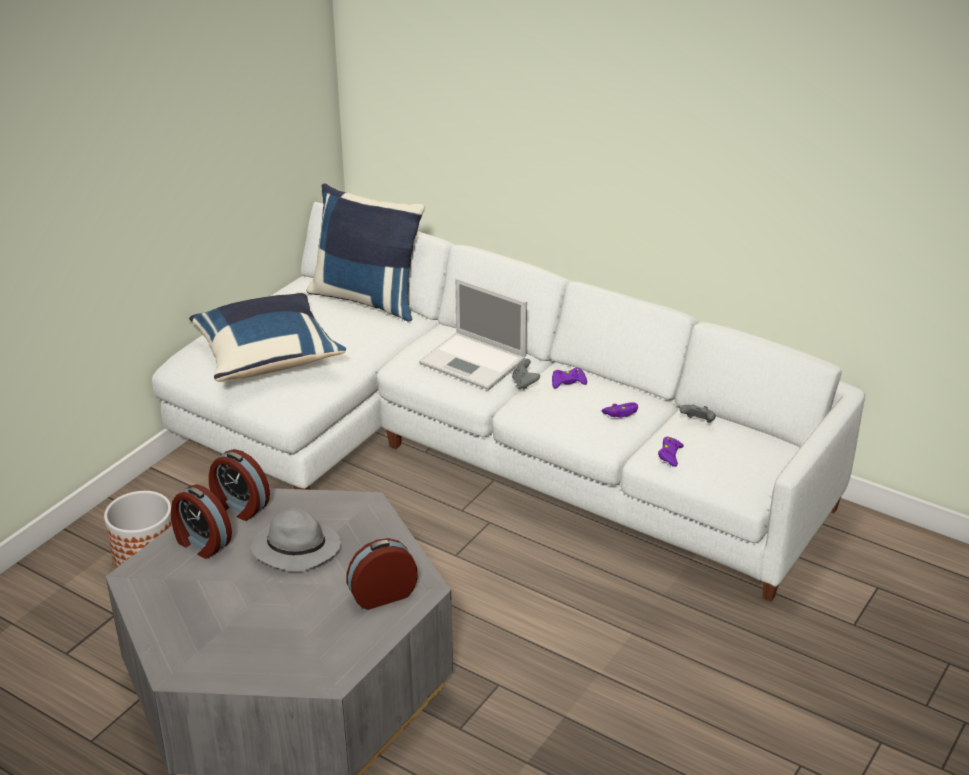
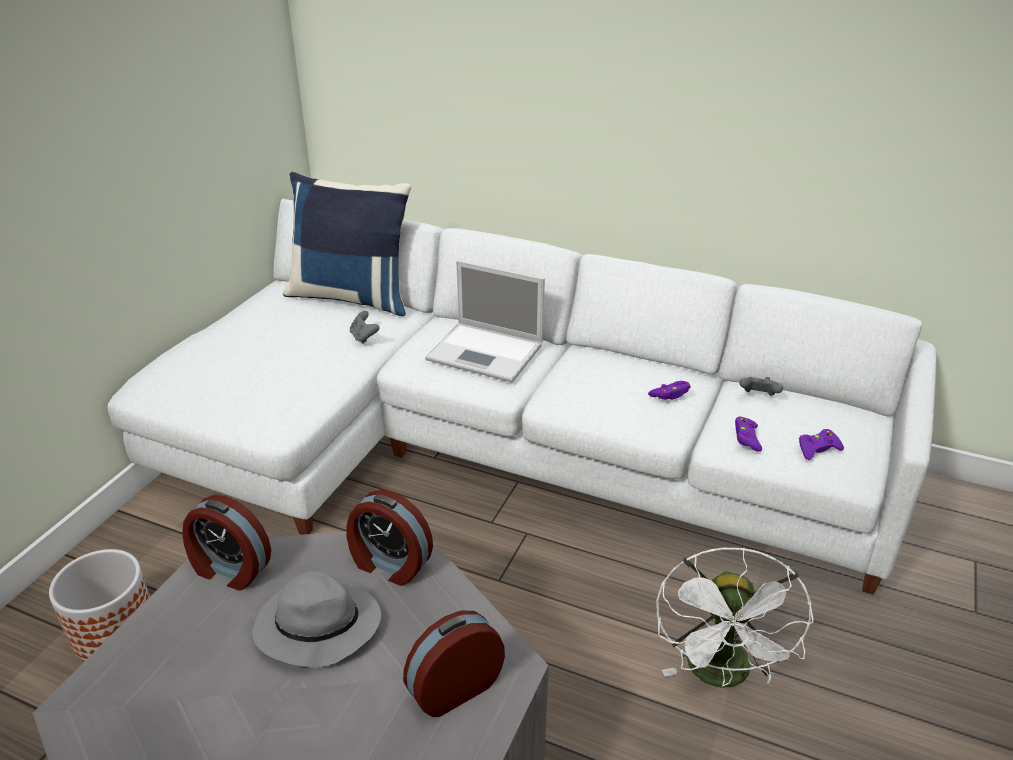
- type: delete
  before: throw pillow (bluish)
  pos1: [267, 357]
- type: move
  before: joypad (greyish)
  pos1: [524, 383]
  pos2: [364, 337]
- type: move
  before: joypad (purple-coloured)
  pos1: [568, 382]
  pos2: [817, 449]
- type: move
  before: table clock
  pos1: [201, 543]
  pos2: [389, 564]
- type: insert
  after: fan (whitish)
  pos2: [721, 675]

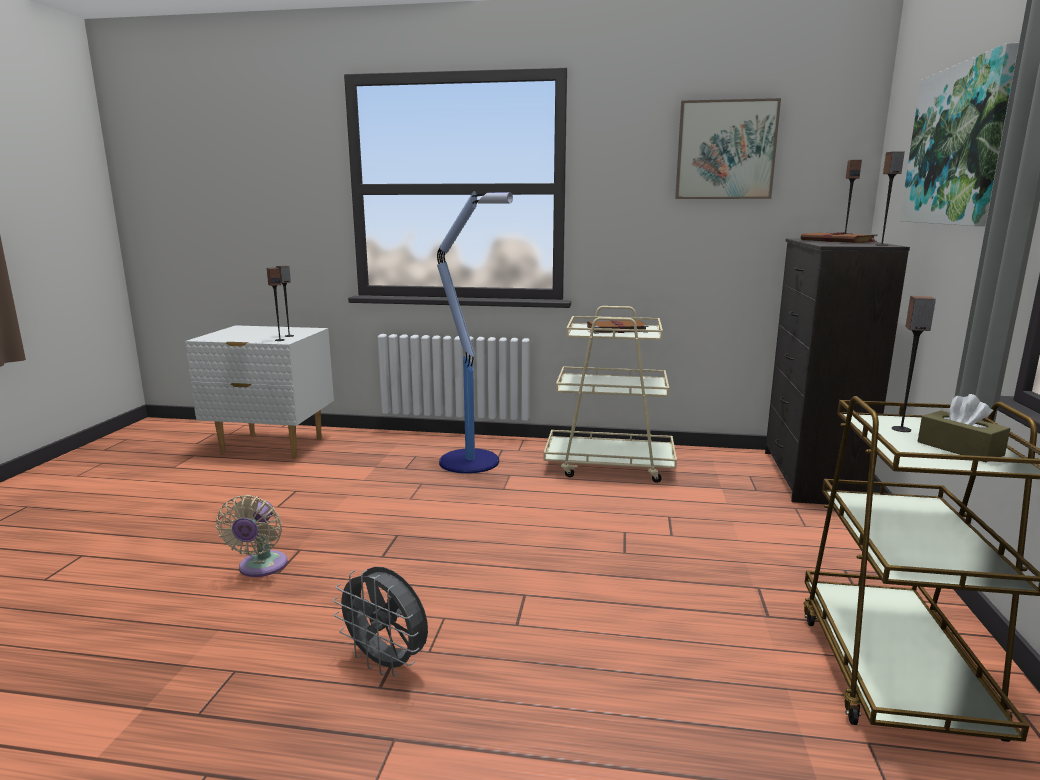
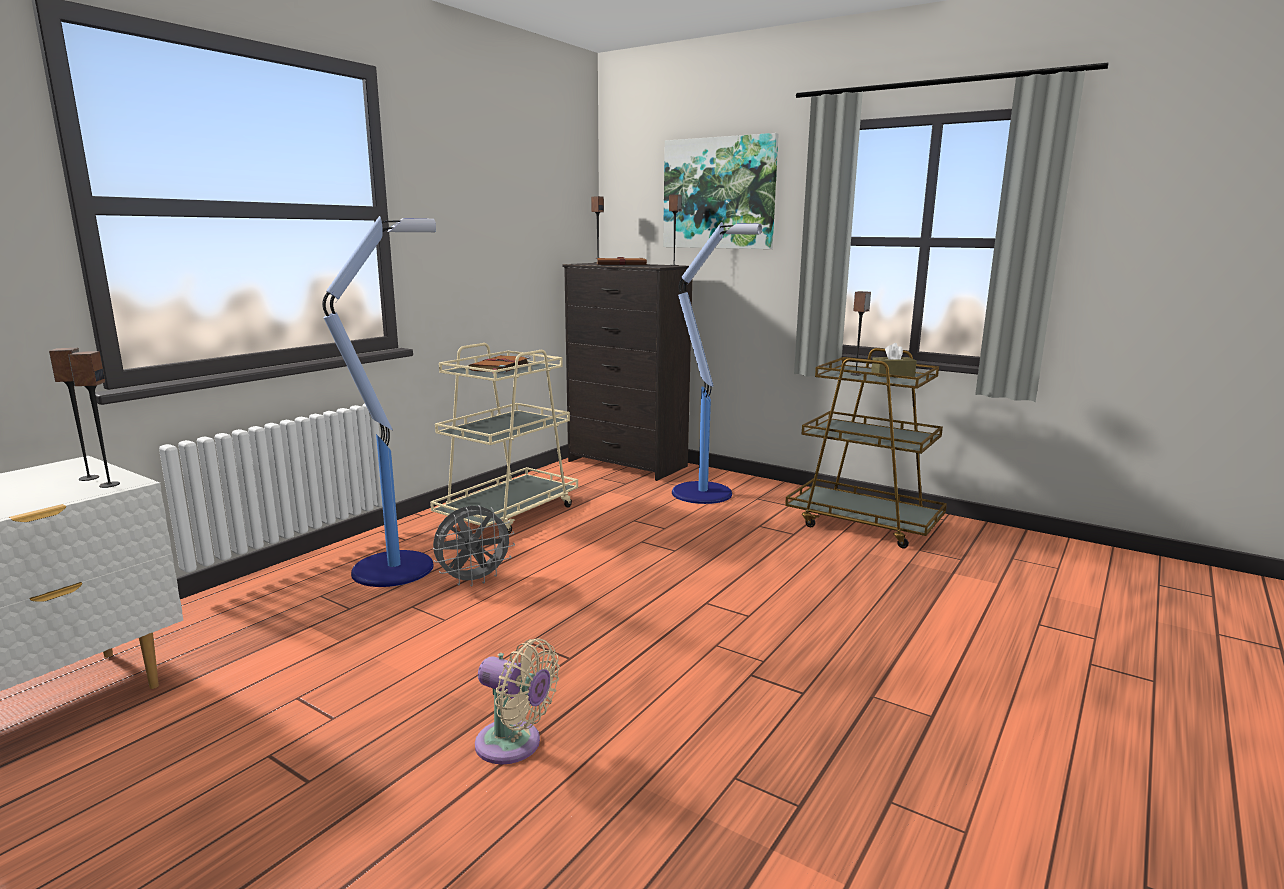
- type: delete
  before: picture
  pos1: [725, 150]
- type: move
  before: fan (greyish)
  pos1: [387, 663]
  pos2: [474, 580]
- type: insert
  after: standing lamp
  pos2: [704, 494]

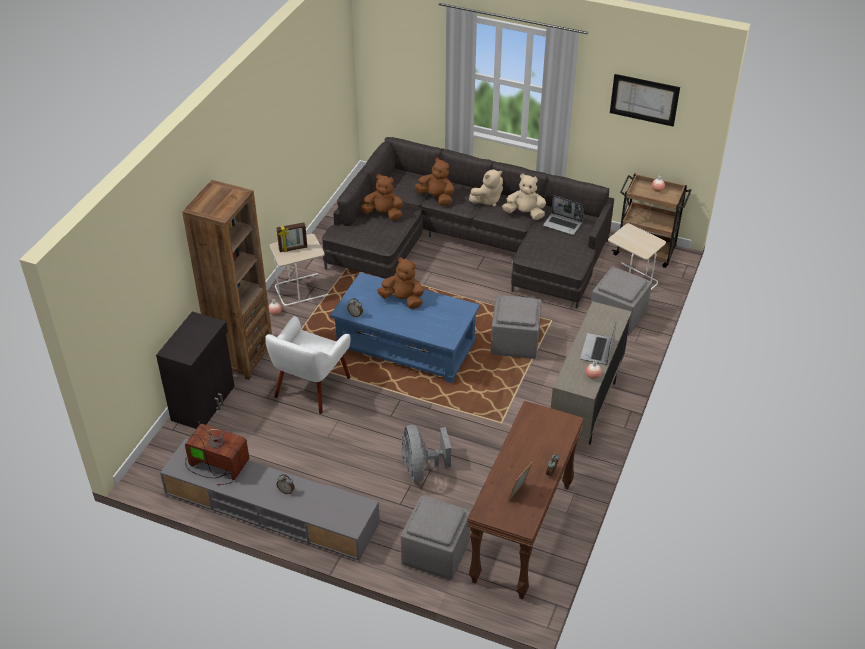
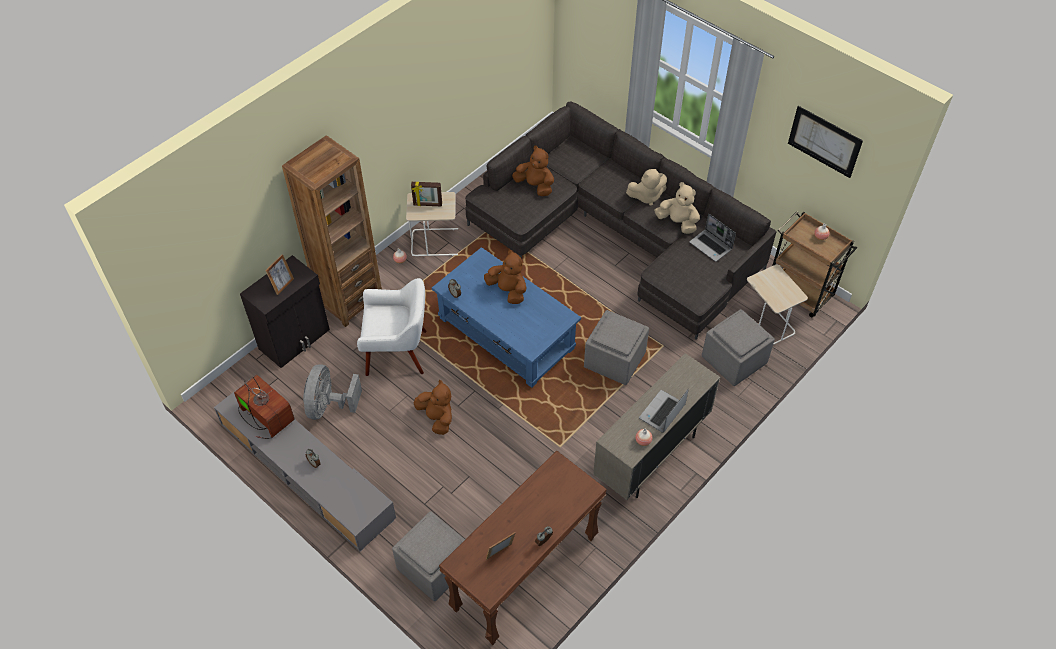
- type: move
  before: plush toy (brown-coloured)
  pos1: [436, 197]
  pos2: [437, 418]
- type: rotate
  before: lounge chair (whitish)
  pos1: [311, 387]
  pos2: [398, 352]
  turn: -135
- type: move
  before: fan (greyish)
  pos1: [421, 469]
  pos2: [329, 406]
- type: insert
  after: photo frame
  pos2: [283, 285]

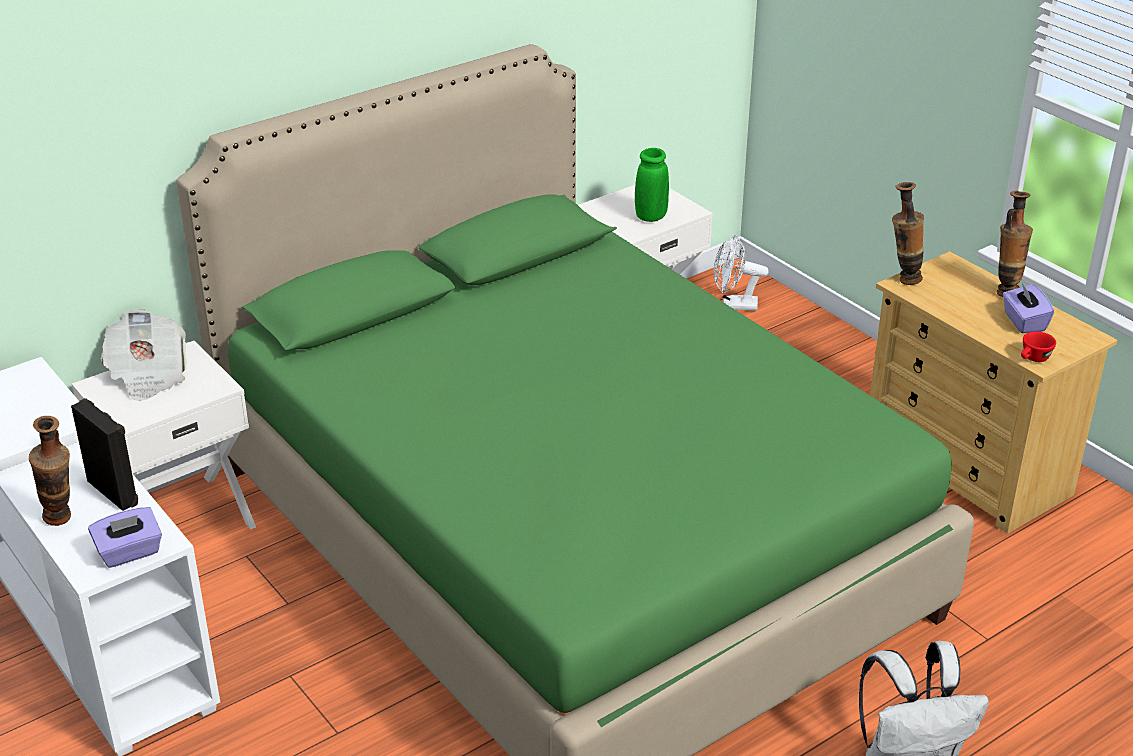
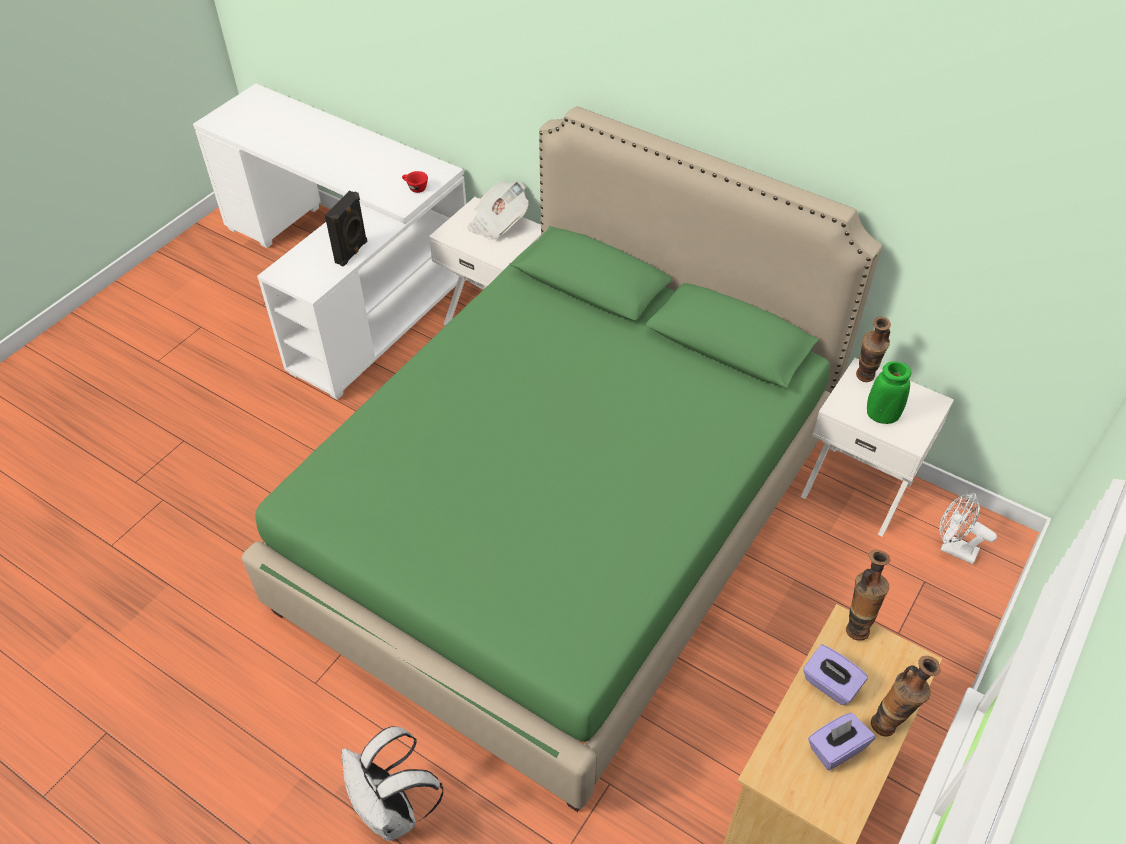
- type: rotate
  before: fan (whitish)
  pos1: [733, 305]
  pos2: [952, 548]
  turn: -45
- type: move
  before: cup (red)
  pos1: [1033, 359]
  pos2: [415, 188]
- type: move
  before: decorative vase
  pos1: [62, 522]
  pos2: [863, 380]
- type: move
  before: tissue box (purple-coloured)
  pos1: [129, 553]
  pos2: [830, 684]

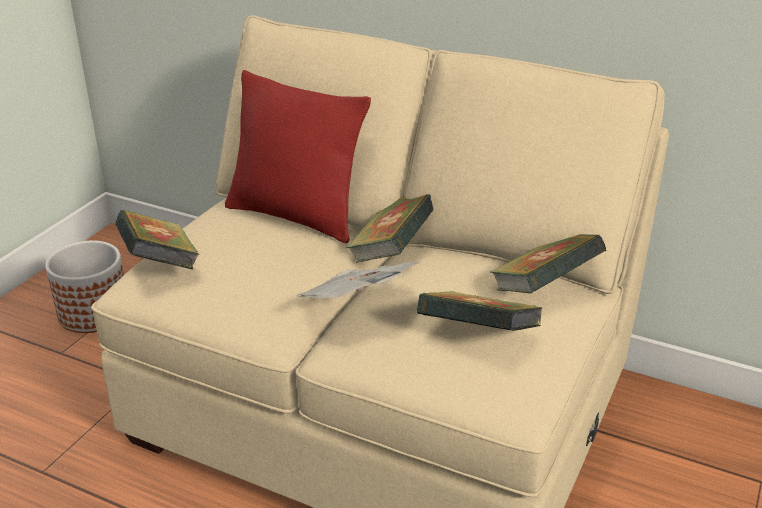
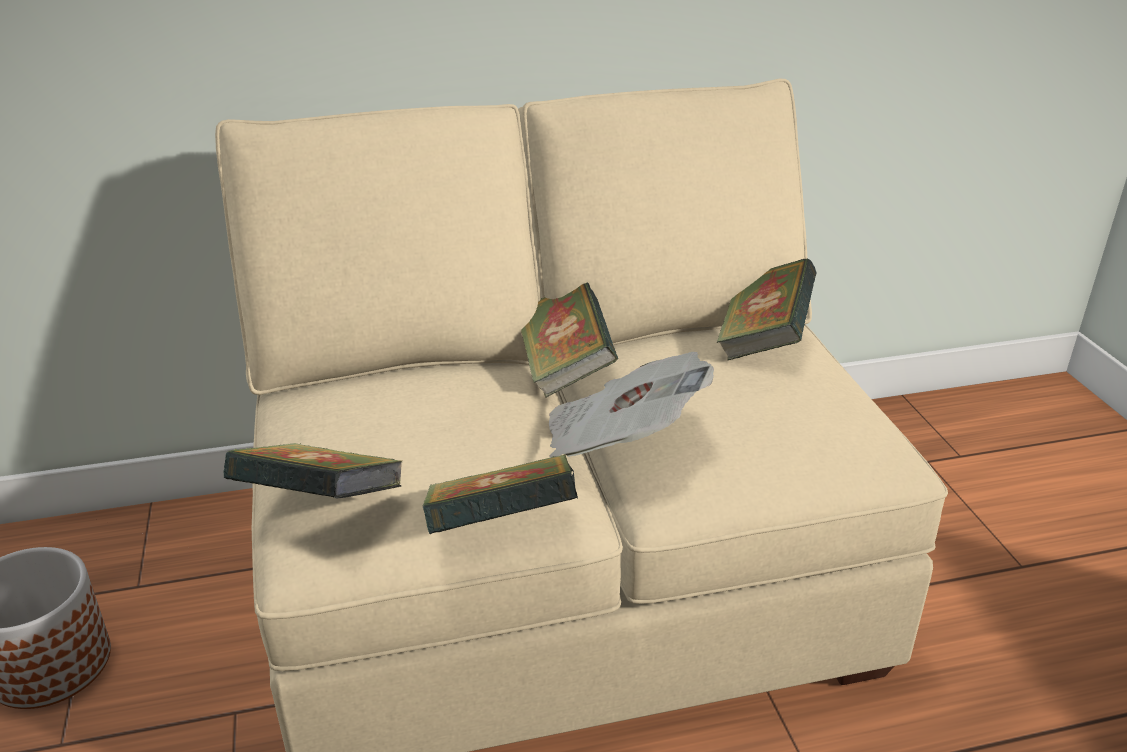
- type: delete
  before: throw pillow (red)
  pos1: [296, 216]
- type: move
  before: volume
  pos1: [477, 338]
  pos2: [502, 530]

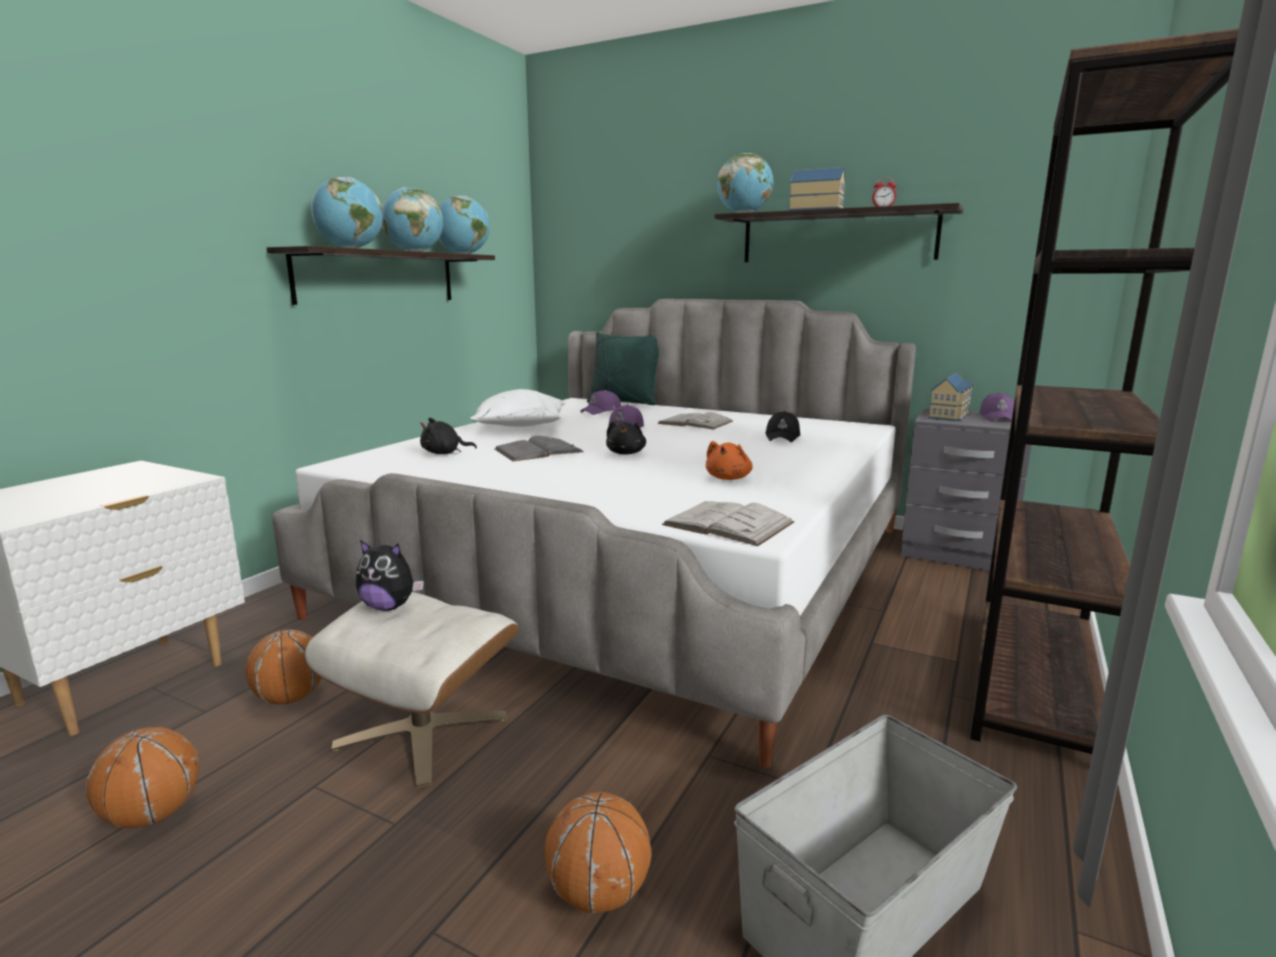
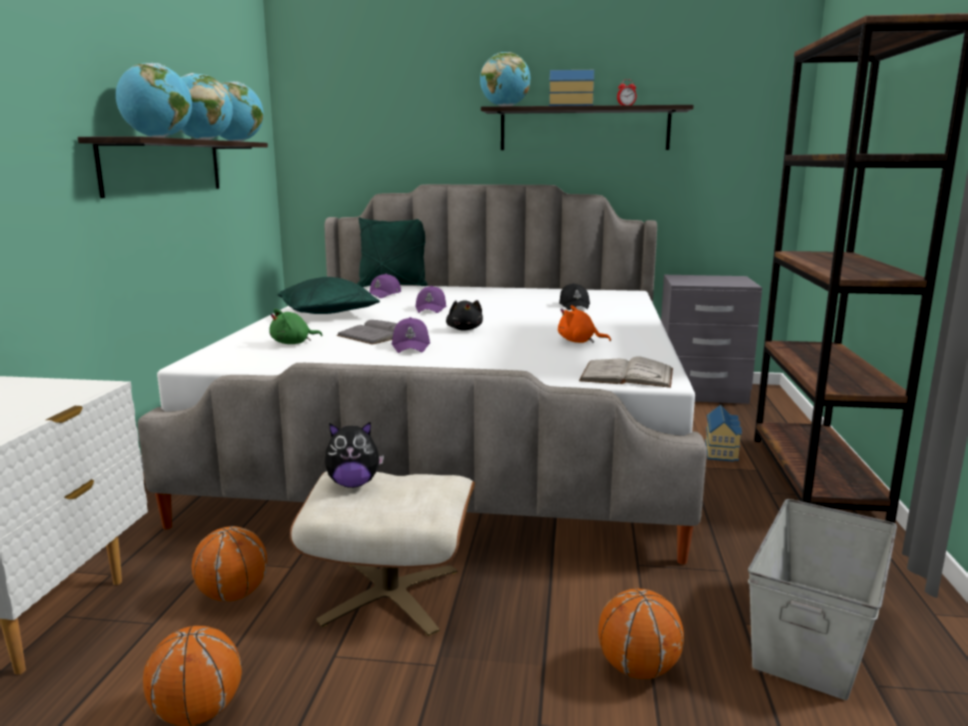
- type: move
  before: model house
  pos1: [950, 415]
  pos2: [722, 450]
- type: recolor
  before: throw pillow (whitish)
  after: throw pillow (green)
  pos1: [521, 427]
  pos2: [329, 314]
- type: move
  before: baseball cap (purple-coloured)
  pos1: [997, 417]
  pos2: [411, 346]
- type: delete
  before: volume (whitish)
  pos1: [695, 422]
- type: recolor
  before: plush toy (black-coloured)
  after: plush toy (green)
  pos1: [444, 453]
  pos2: [293, 343]
- type: rotate
  before: plush toy (orange-coloured)
  pos1: [729, 478]
  pos2: [579, 342]
  turn: 105

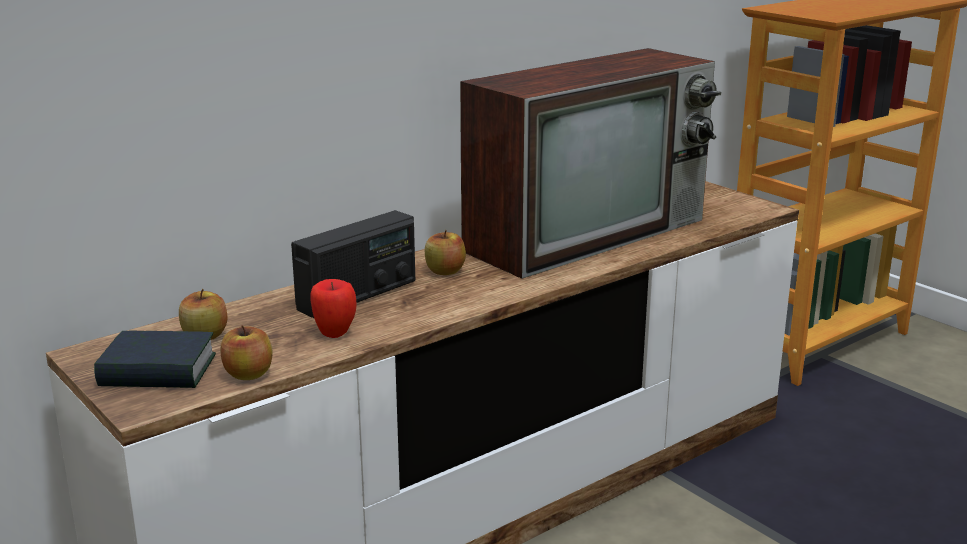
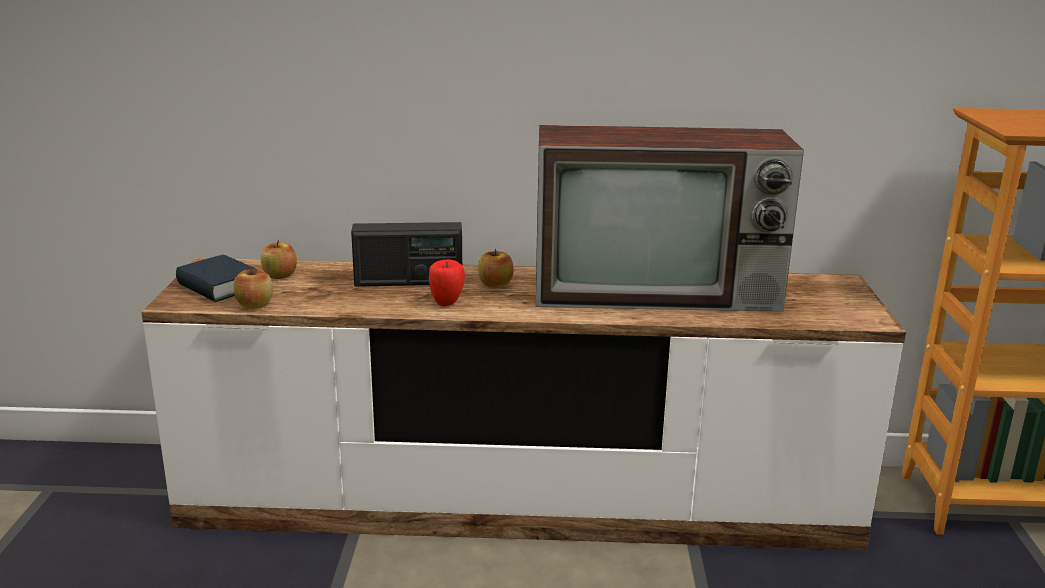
- type: move
  before: apple fruit
  pos1: [335, 333]
  pos2: [447, 303]

